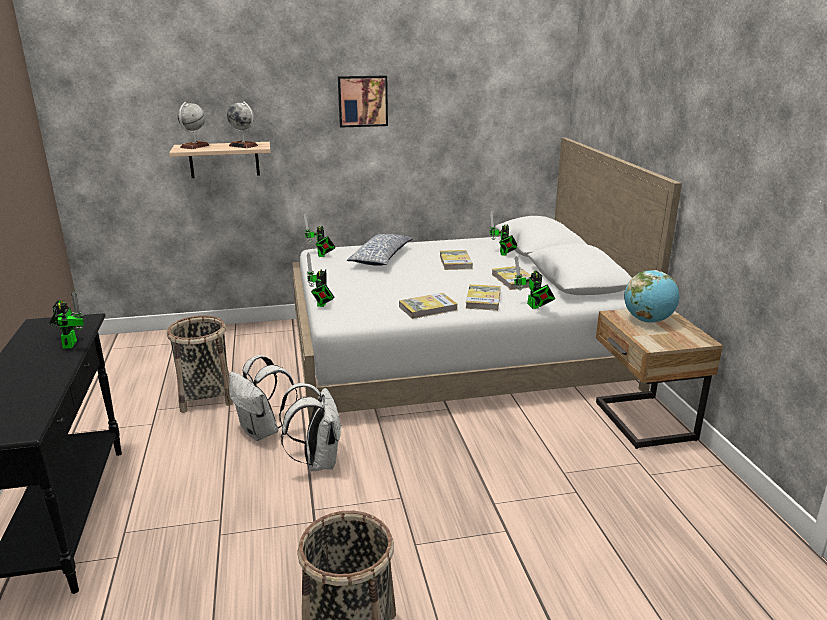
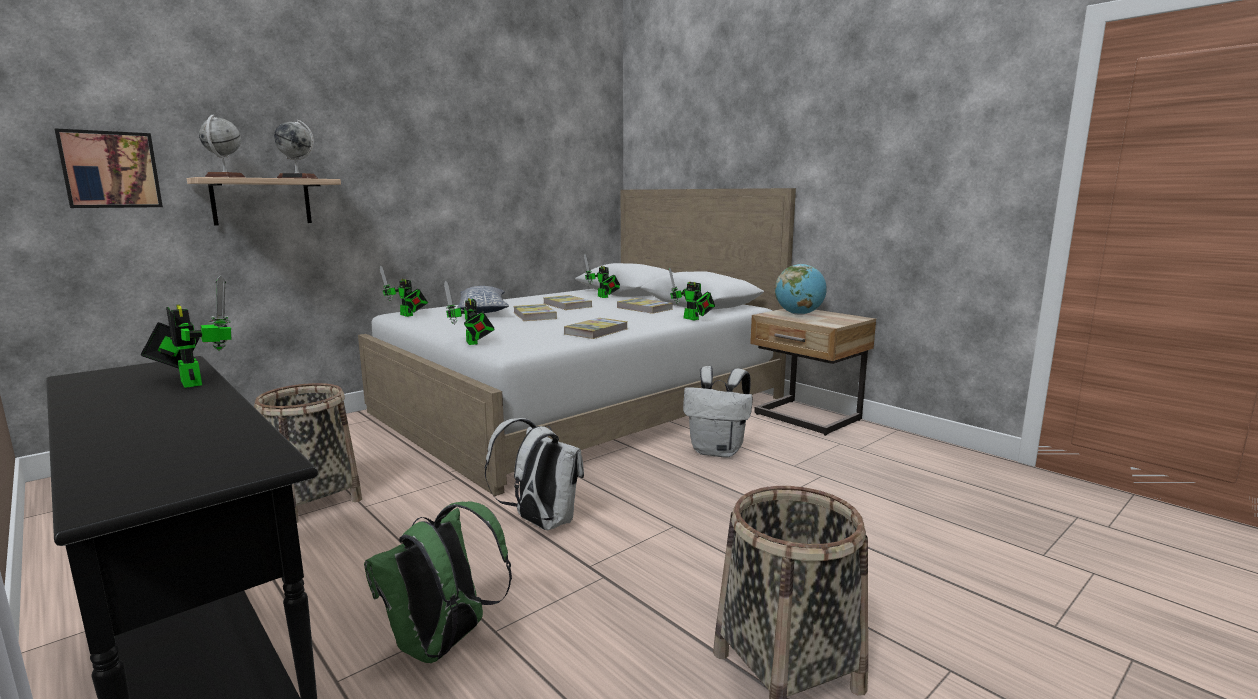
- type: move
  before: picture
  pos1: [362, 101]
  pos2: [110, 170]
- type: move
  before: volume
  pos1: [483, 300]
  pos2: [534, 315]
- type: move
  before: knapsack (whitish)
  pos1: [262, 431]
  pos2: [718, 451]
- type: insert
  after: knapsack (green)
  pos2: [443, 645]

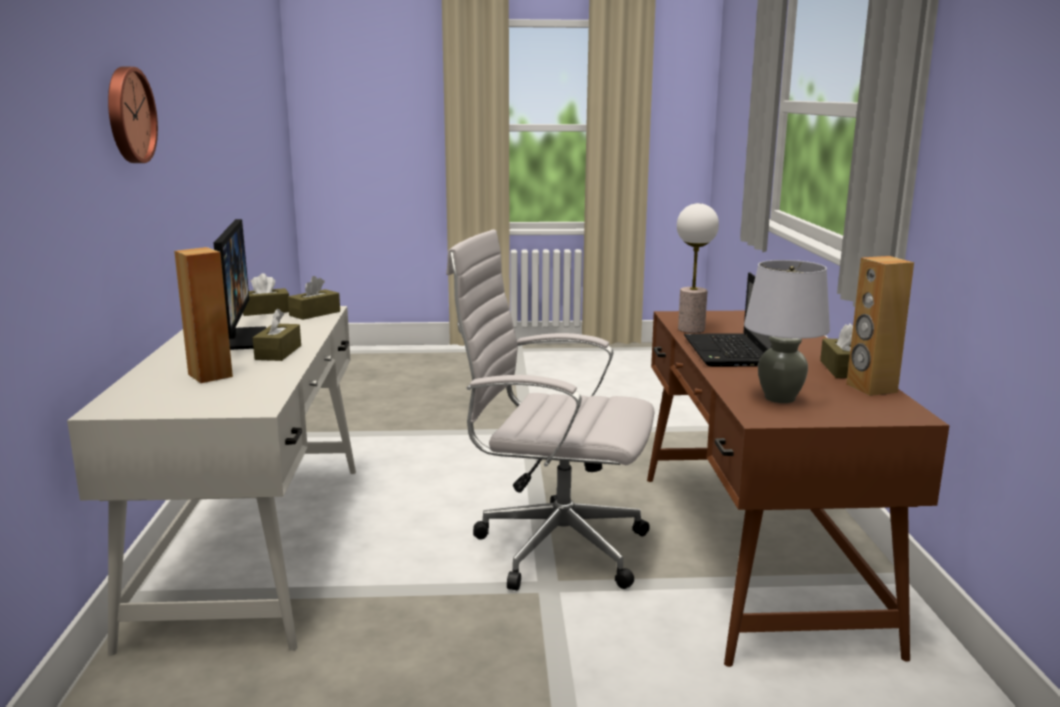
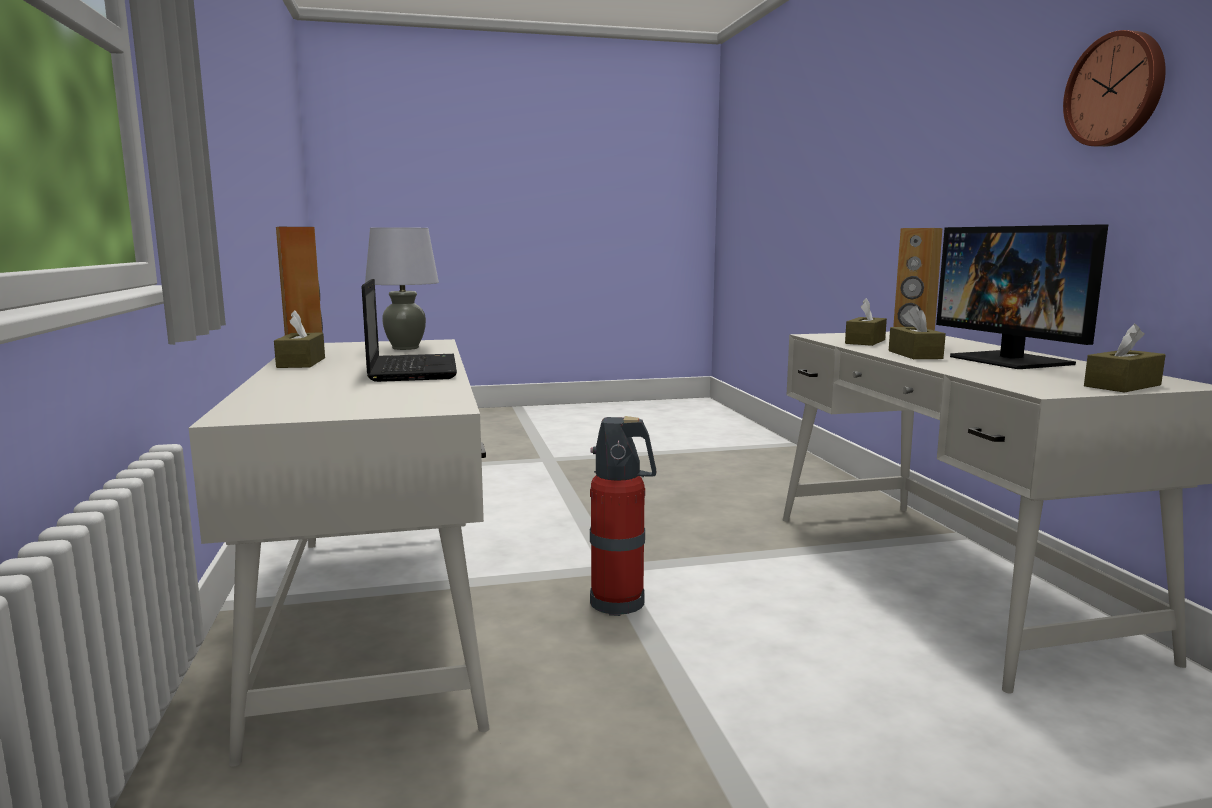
- type: delete
  before: table lamp
  pos1: [691, 329]
- type: replace
  before: desk chair (whitish)
  after: extinguisher
  pos1: [552, 547]
  pos2: [620, 602]
- type: move
  before: tissue box (brown-coloured)
  pos1: [315, 313]
  pos2: [865, 341]
- type: recolor
  before: desk unit (brown-coloured)
  after: desk unit (whitish)
  pos1: [753, 553]
  pos2: [379, 616]

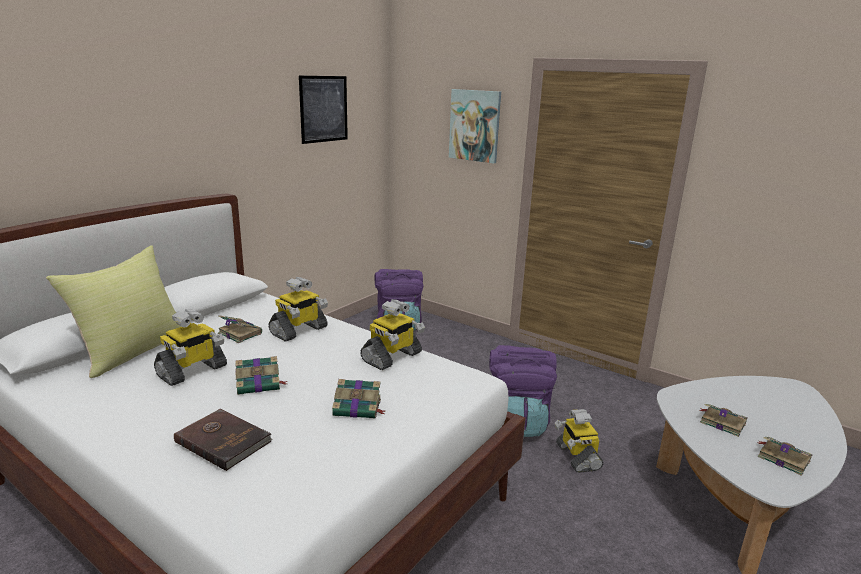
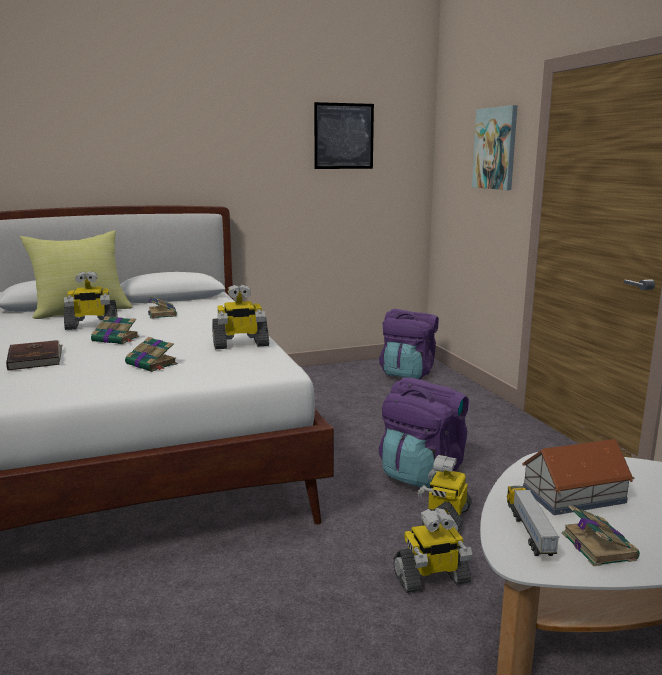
- type: move
  before: robot figure
  pos1: [299, 331]
  pos2: [431, 578]
- type: replace
  before: volume
  after: model house
  pos1: [721, 422]
  pos2: [572, 495]
- type: insert
  after: model truck
  pos2: [529, 530]

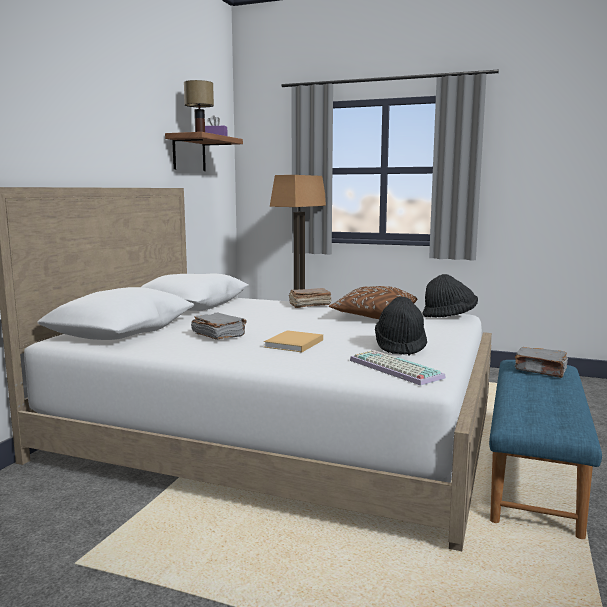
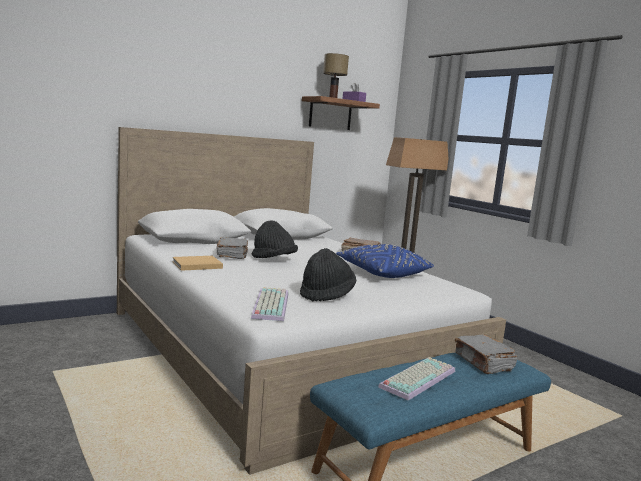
- type: move
  before: wearable hat (black-coloured)
  pos1: [449, 316]
  pos2: [273, 260]
- type: recolor
  before: throw pillow (brown-coloured)
  after: throw pillow (bluish)
  pos1: [374, 317]
  pos2: [382, 273]
- type: move
  before: volume (beige)
  pos1: [293, 344]
  pos2: [195, 265]
- type: insert
  after: computer keyboard
  pos2: [417, 378]

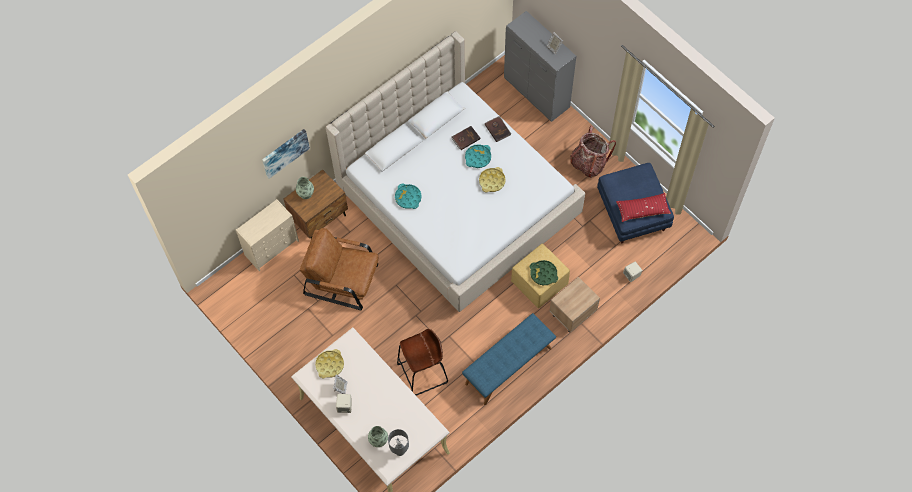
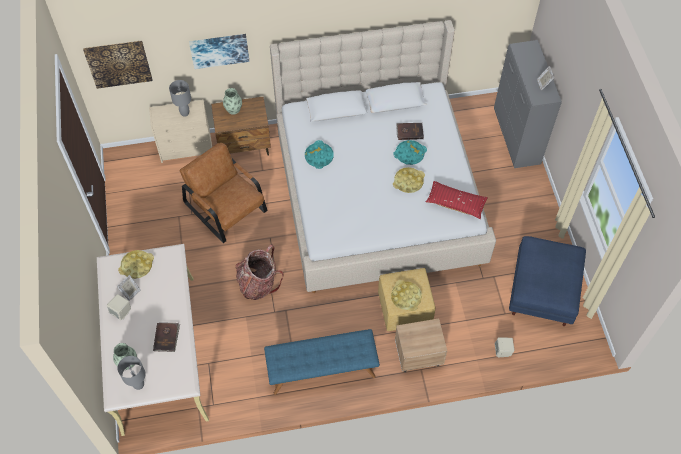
- type: move
  before: volume (brown-coloured)
  pos1: [498, 129]
  pos2: [166, 337]
- type: move
  before: knapsack
  pos1: [588, 163]
  pos2: [258, 283]
- type: move
  before: throw pillow (red)
  pos1: [642, 210]
  pos2: [456, 203]
- type: recolor
  before: serving tray (green)
  after: serving tray (yellow-coloured)
  pos1: [543, 274]
  pos2: [406, 297]
- type: delete
  before: stool seat (brown-coloured)
  pos1: [422, 373]
- type: insert
  after: picture
  pos2: [118, 63]
- type: insert
  after: table lamp (greyish)
  pos2: [185, 113]

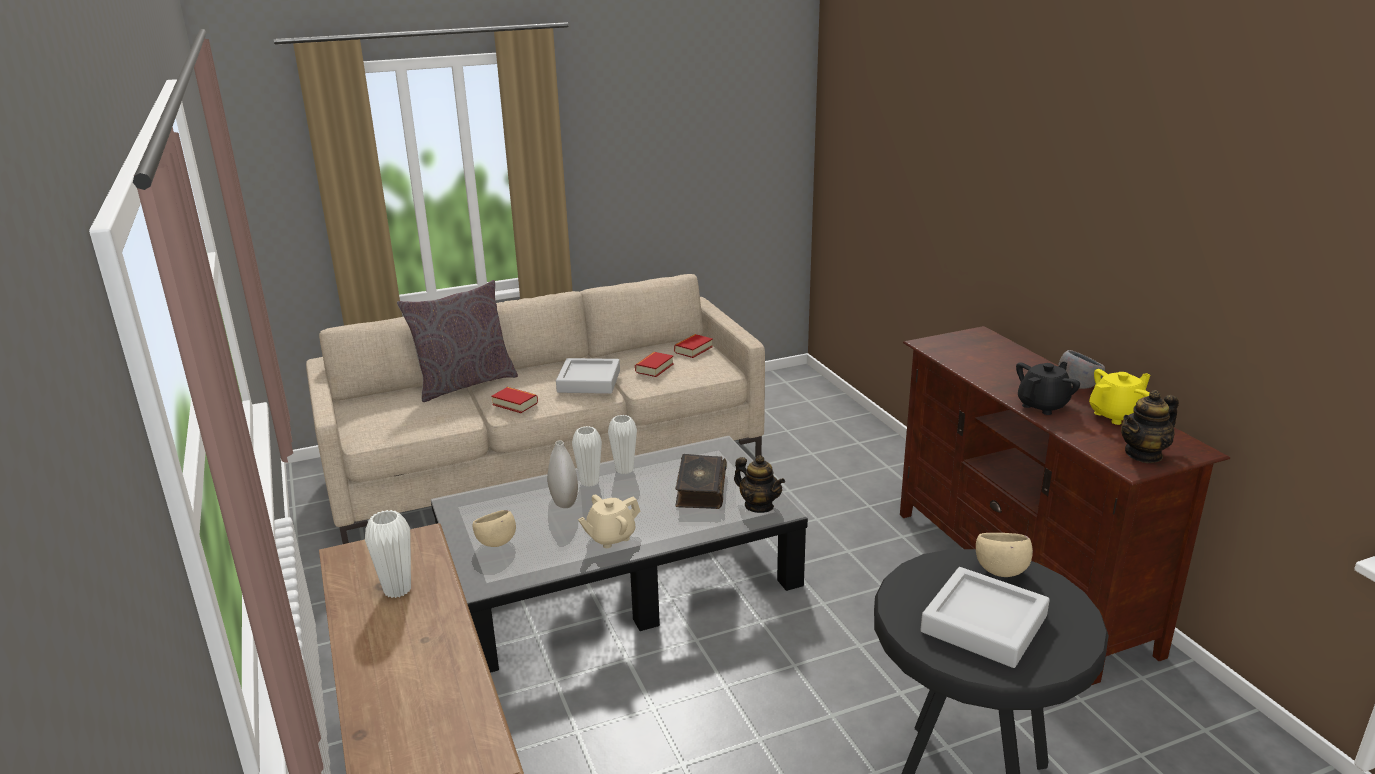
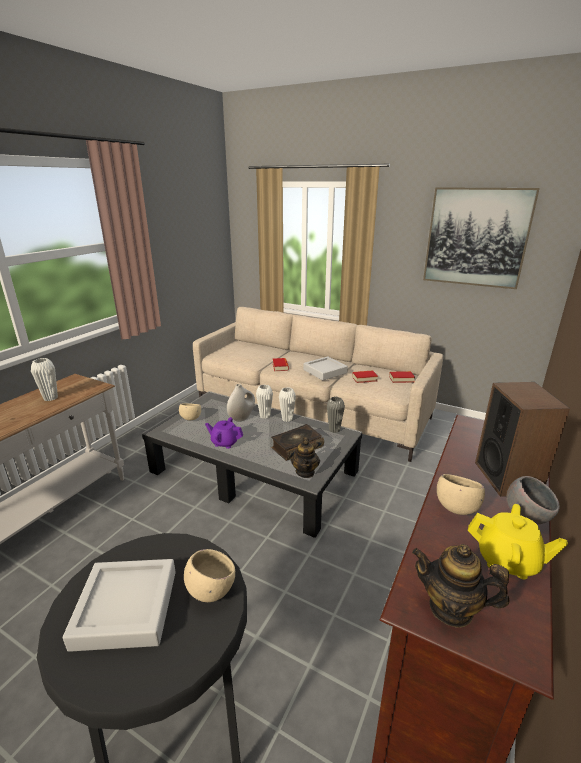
- type: delete
  before: throw pillow (greyish)
  pos1: [464, 383]
- type: replace
  before: tea pot (black-coloured)
  after: deep dish (beige)
  pos1: [1043, 405]
  pos2: [456, 508]
- type: recolor
  before: tea pot (beige)
  after: tea pot (purple-coloured)
  pos1: [610, 537]
  pos2: [225, 442]
- type: insert
  after: picture
  pos2: [476, 237]
- type: insert
  after: loudspeaker
  pos2: [507, 477]
- type: insert
  after: decorative vase (greyish)
  pos2: [334, 430]

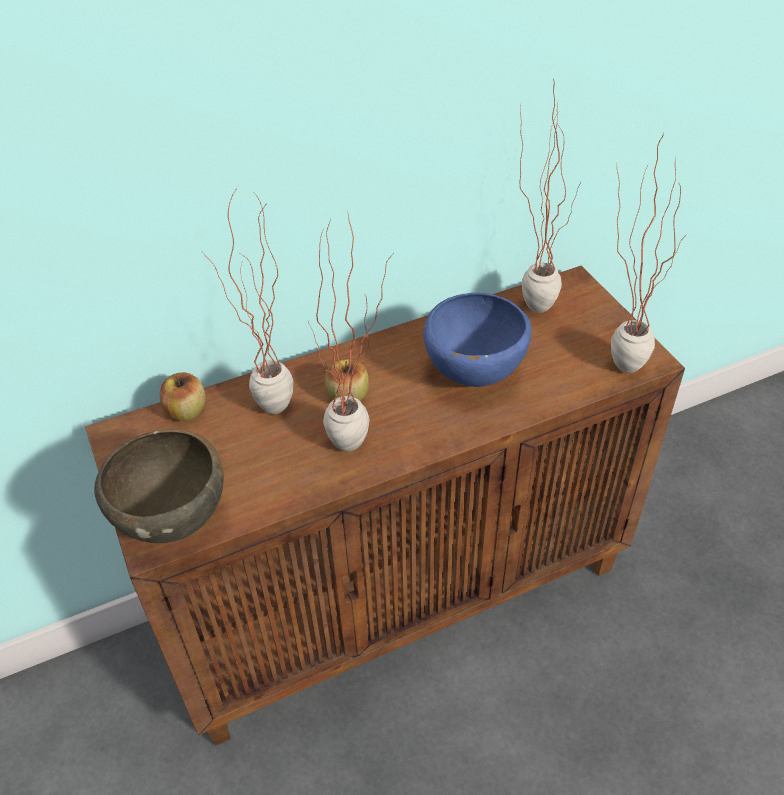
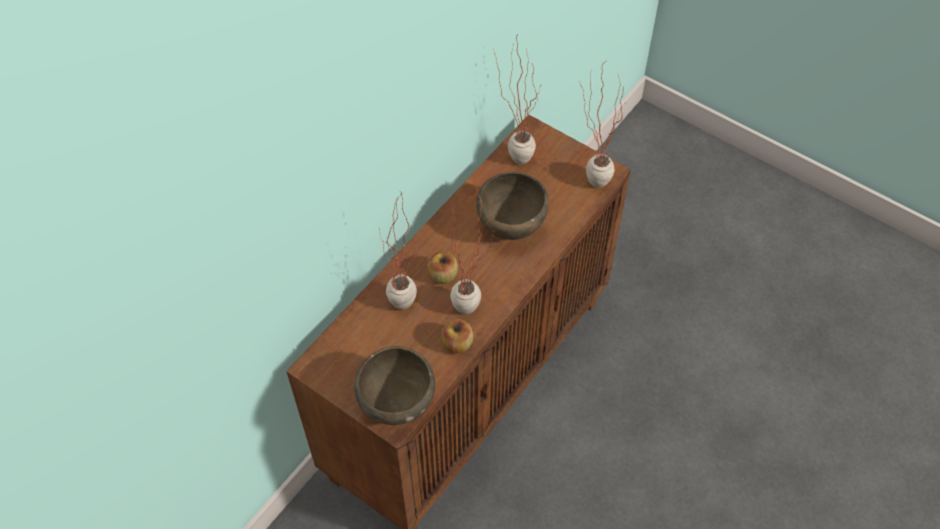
- type: recolor
  before: deep dish (bluish)
  after: deep dish (brown-coloured)
  pos1: [473, 376]
  pos2: [511, 228]
- type: move
  before: apple fruit
  pos1: [186, 411]
  pos2: [457, 344]

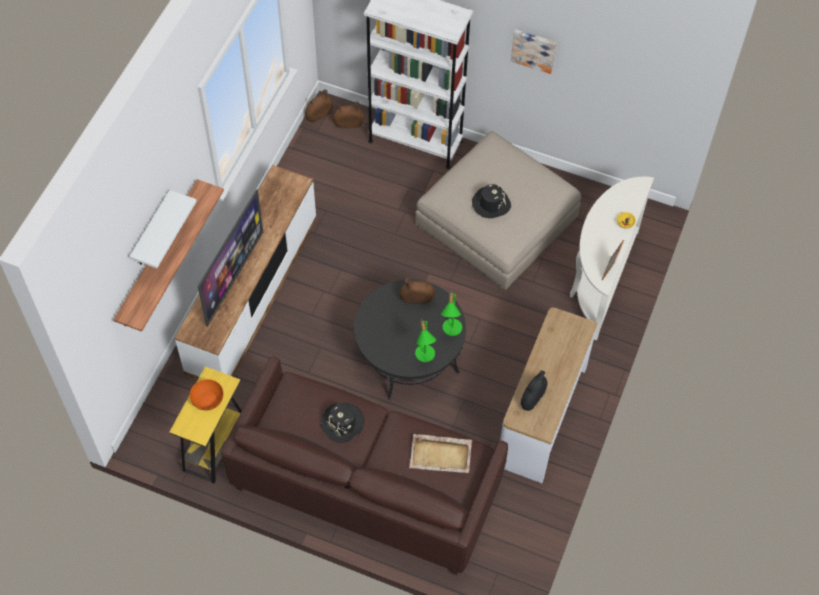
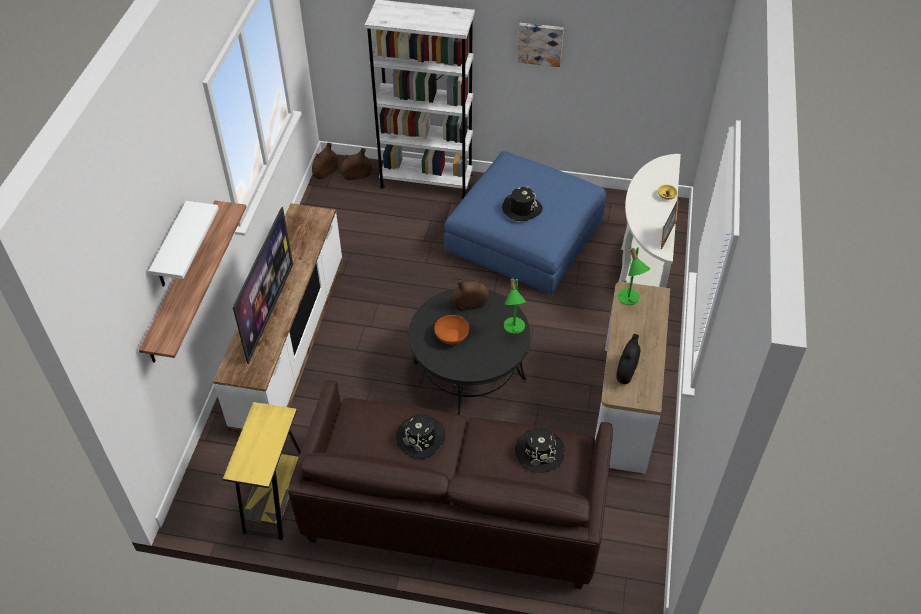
- type: recolor
  before: footrest (beige)
  after: footrest (bluish)
  pos1: [496, 220]
  pos2: [524, 235]
- type: move
  before: table lamp (green)
  pos1: [425, 357]
  pos2: [630, 300]
- type: move
  before: deep dish (orange-coloured)
  pos1: [208, 400]
  pos2: [452, 336]
- type: replace
  before: serving tray (beige)
  after: wearable hat (black-coloured)
  pos1: [441, 455]
  pos2: [539, 452]

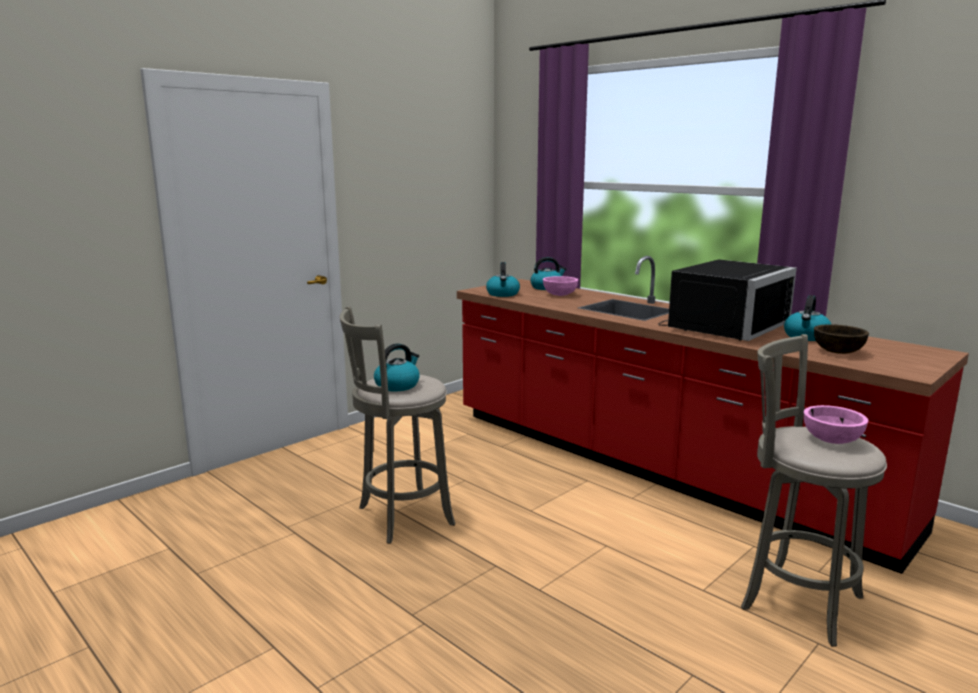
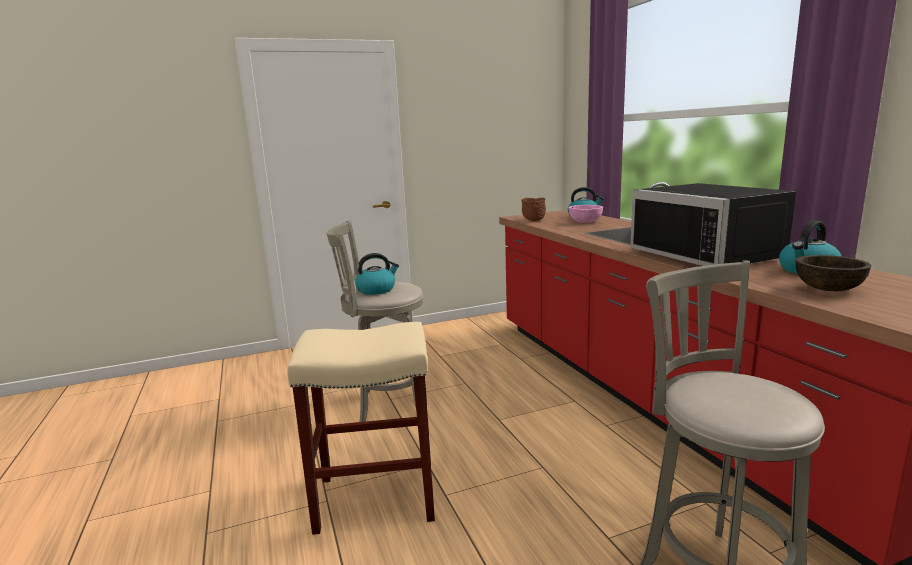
- type: rotate
  before: kitchen microwave (black-coloured)
  pos1: [721, 326]
  pos2: [712, 255]
  turn: 90
- type: replace
  before: kettle
  after: deep dish (brown-coloured)
  pos1: [503, 294]
  pos2: [534, 220]
- type: delete
  before: deep dish (pink)
  pos1: [832, 440]
- type: insert
  after: stool seat (beige)
  pos2: [377, 497]

